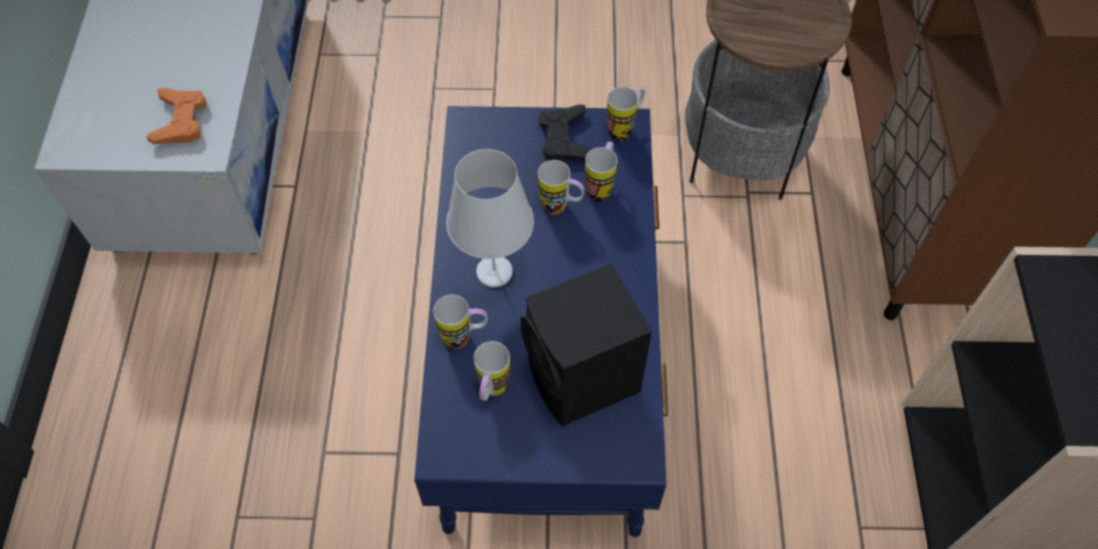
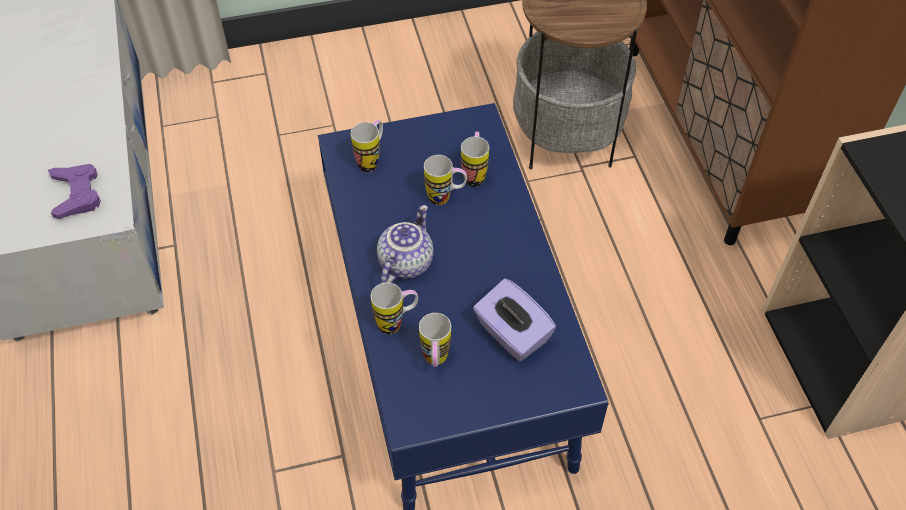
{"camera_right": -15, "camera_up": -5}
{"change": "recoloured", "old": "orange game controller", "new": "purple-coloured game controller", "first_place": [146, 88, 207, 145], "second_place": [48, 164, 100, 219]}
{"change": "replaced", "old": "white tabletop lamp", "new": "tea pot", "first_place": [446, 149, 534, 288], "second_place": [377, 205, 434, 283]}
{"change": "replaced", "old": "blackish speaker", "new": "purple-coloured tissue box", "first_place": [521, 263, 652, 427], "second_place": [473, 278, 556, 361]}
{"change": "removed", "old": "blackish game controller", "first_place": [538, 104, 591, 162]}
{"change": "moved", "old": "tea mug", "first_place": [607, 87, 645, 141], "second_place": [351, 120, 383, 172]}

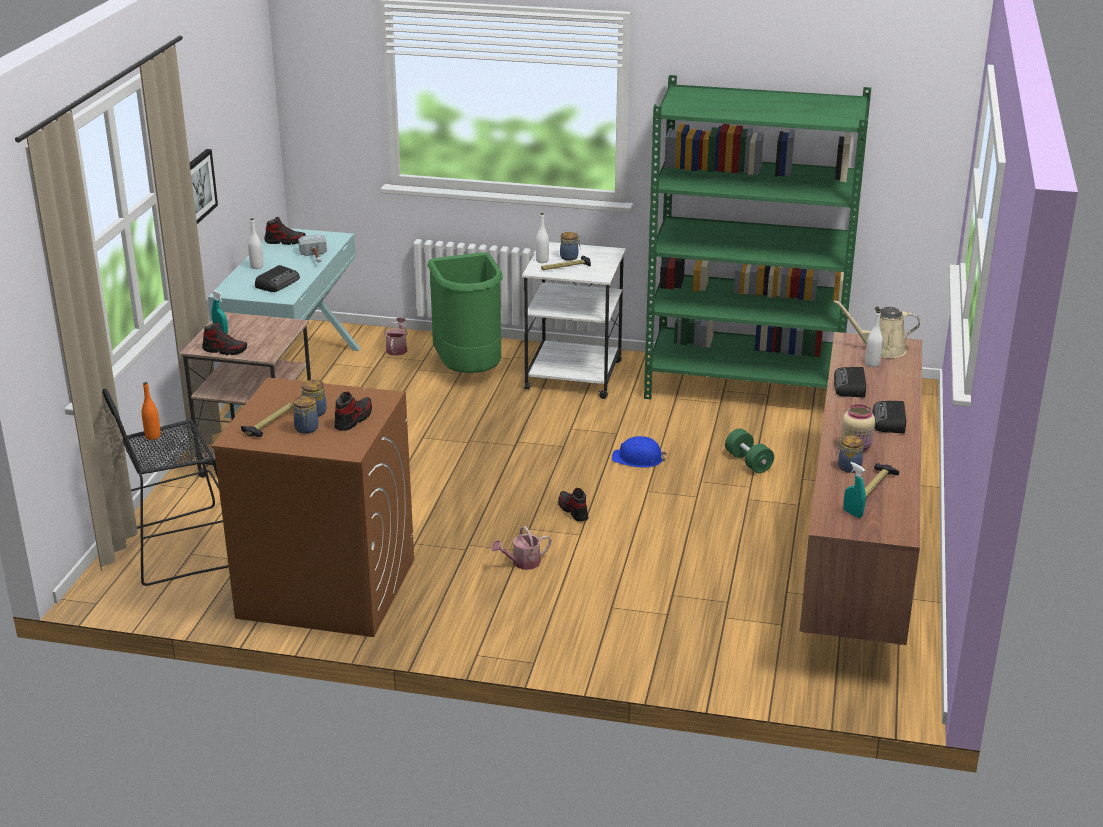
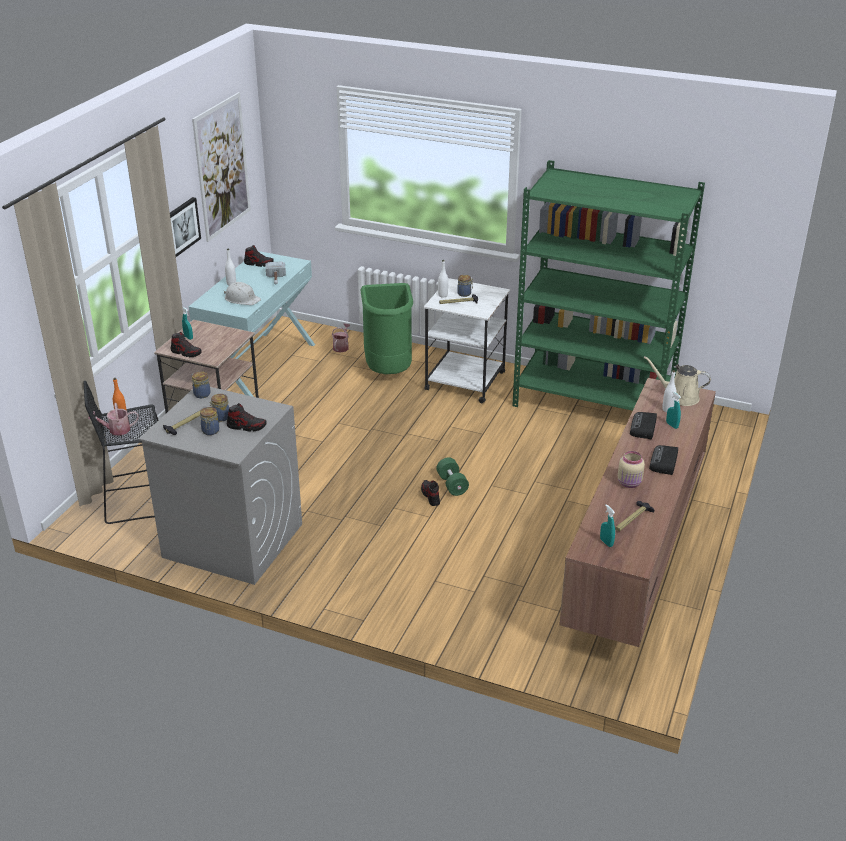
{"camera_right": 10, "camera_up": 5}
{"change": "recoloured", "old": "brownish washing machine", "new": "grey washing machine", "first_place": [211, 378, 414, 637], "second_place": [139, 387, 302, 585]}
{"change": "replaced", "old": "radio receiver", "new": "white safety helmet", "first_place": [255, 265, 300, 292], "second_place": [224, 282, 261, 305]}
{"change": "turned", "old": "item of footwear", "first_place": [334, 391, 372, 431], "second_place": [227, 403, 267, 432], "degrees": 60}
{"change": "moved", "old": "watering can", "first_place": [492, 526, 551, 570], "second_place": [88, 403, 139, 435]}
{"change": "removed", "old": "bluish safety helmet", "first_place": [612, 436, 667, 468]}
{"change": "moved", "old": "green dumbbell", "first_place": [725, 428, 774, 473], "second_place": [436, 457, 469, 496]}
{"change": "moved", "old": "storage jar", "first_place": [836, 435, 864, 473], "second_place": [192, 371, 211, 398]}
{"change": "added", "new": "picture", "second_place": [192, 92, 251, 242]}
{"change": "added", "new": "turquoise hand sprayer", "second_place": [666, 391, 681, 429]}

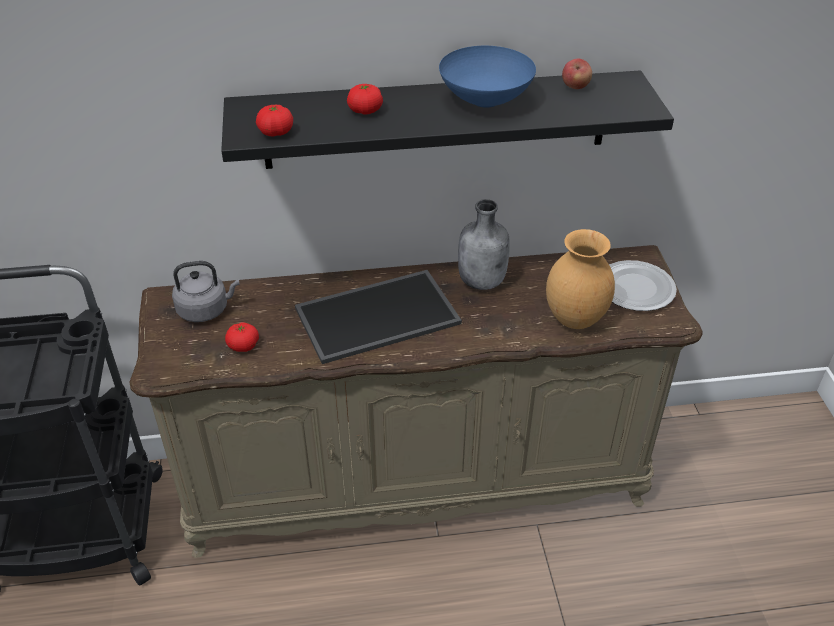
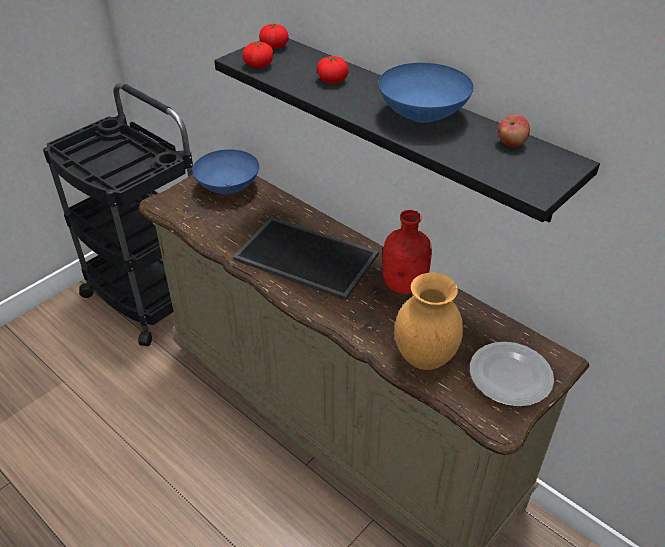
{"camera_right": 50, "camera_up": 0}
{"change": "replaced", "old": "grey water kettle", "new": "bluish serving bowl", "first_place": [172, 261, 240, 322], "second_place": [192, 149, 259, 194]}
{"change": "moved", "old": "whole tomato", "first_place": [225, 322, 259, 352], "second_place": [259, 24, 288, 49]}
{"change": "recoloured", "old": "grey bottle", "new": "red-coloured bottle", "first_place": [458, 199, 510, 290], "second_place": [382, 210, 432, 294]}

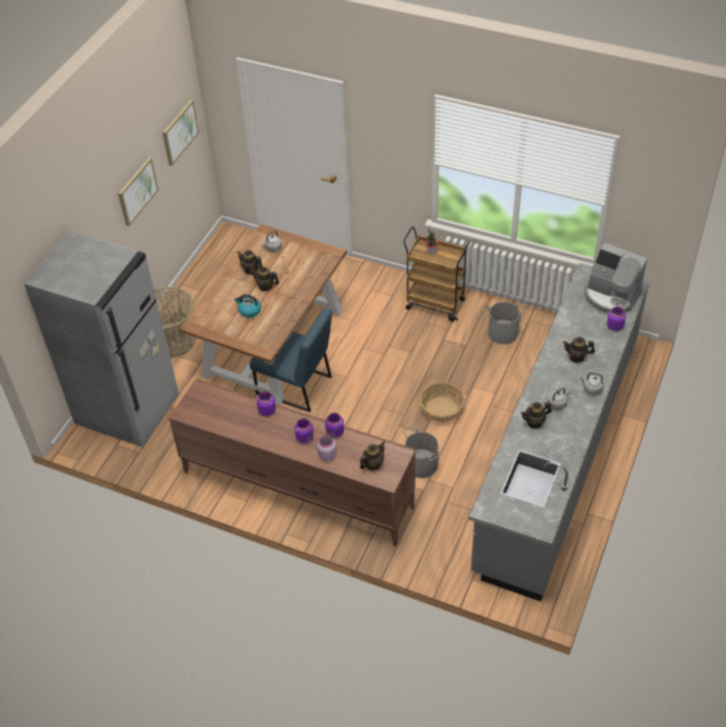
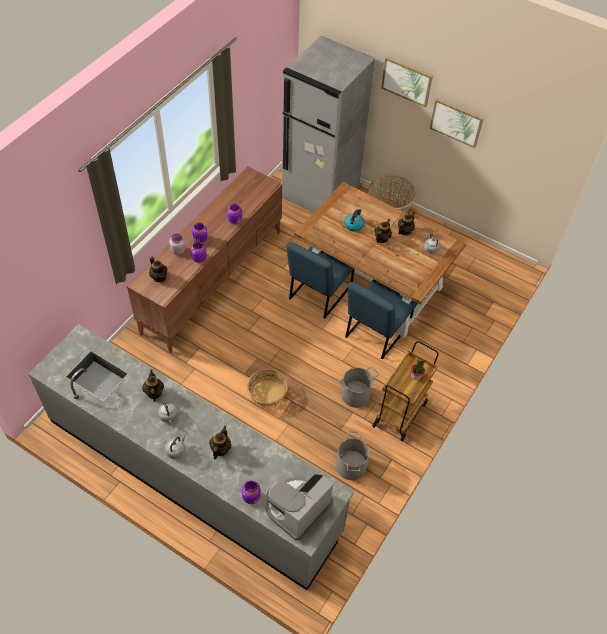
{"camera_right": 95, "camera_up": 5}
{"change": "moved", "old": "picture", "first_place": [162, 100, 199, 166], "second_place": [381, 57, 433, 107]}
{"change": "moved", "old": "grey water bucket", "first_place": [403, 425, 441, 478], "second_place": [338, 366, 379, 408]}
{"change": "added", "new": "bluish upright chair", "second_place": [345, 280, 418, 359]}

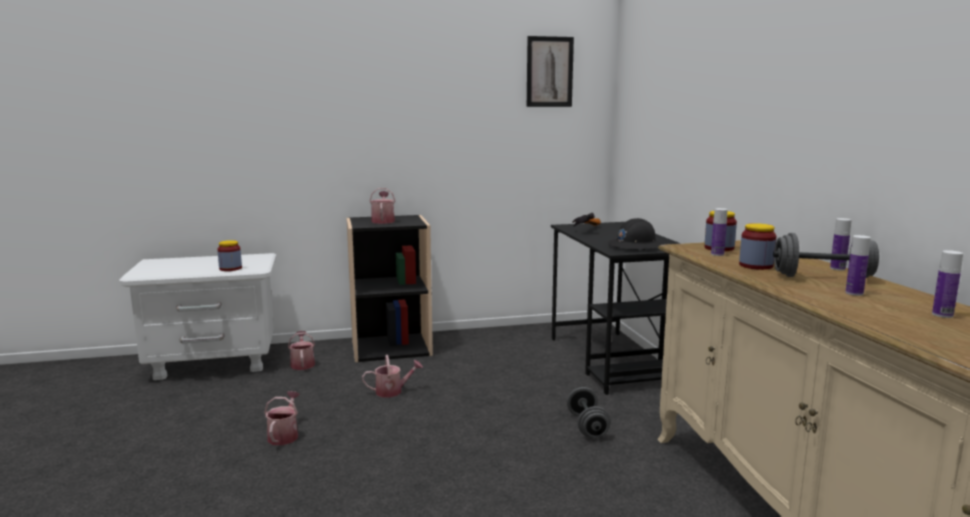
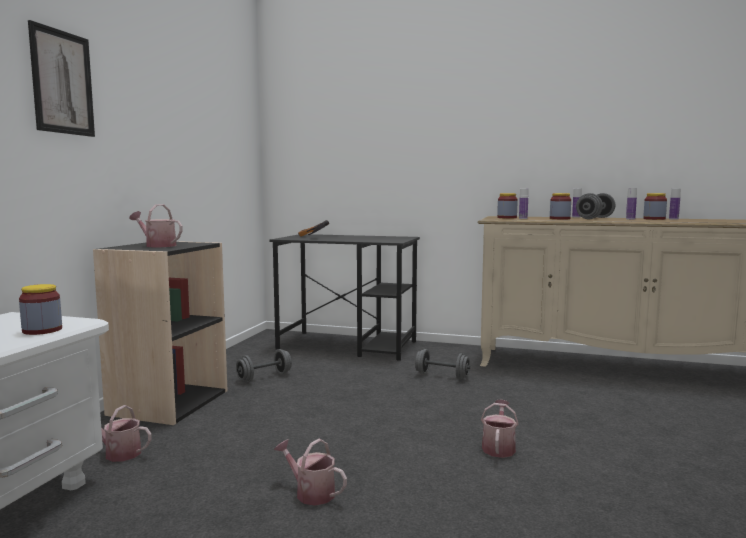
{"camera_right": -60, "camera_up": -5}
{"change": "moved", "old": "watering can", "first_place": [362, 355, 423, 398], "second_place": [481, 400, 519, 458]}
{"change": "moved", "old": "picture", "first_place": [527, 36, 574, 107], "second_place": [28, 20, 95, 137]}
{"change": "removed", "old": "blackish safety helmet", "first_place": [608, 218, 665, 250]}
{"change": "added", "new": "grey dumbbell", "second_place": [236, 349, 292, 382]}
{"change": "added", "new": "storage jar", "second_place": [643, 193, 667, 220]}

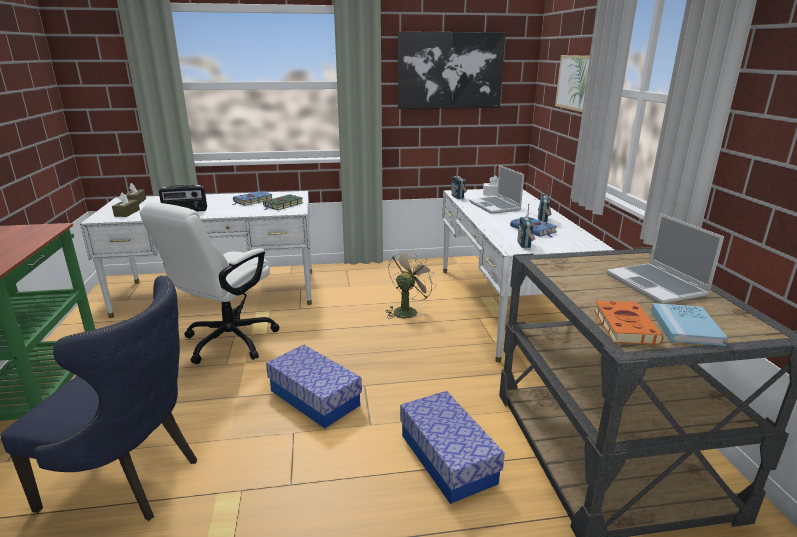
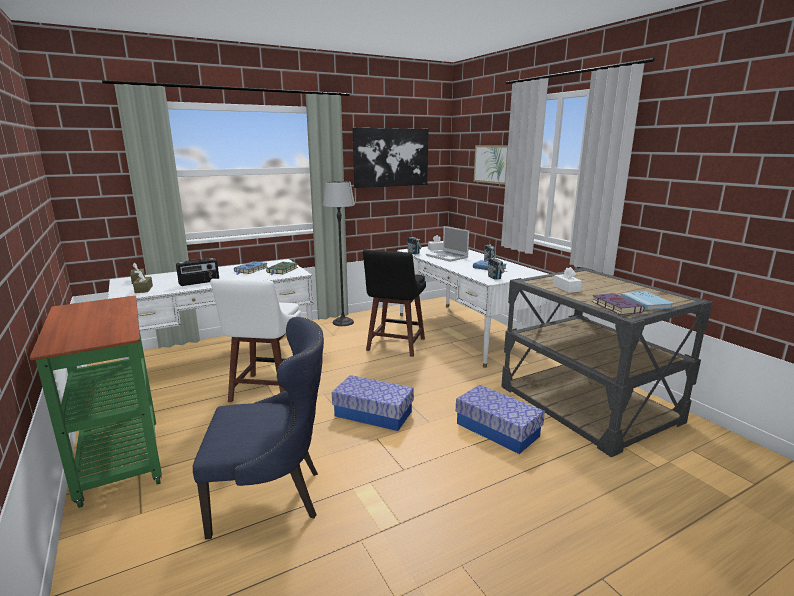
{"camera_right": -20, "camera_up": -5}
{"change": "replaced", "old": "white office chair", "new": "white stool", "first_place": [140, 202, 280, 364], "second_place": [210, 279, 301, 402]}
{"change": "replaced", "old": "beige-coloured electric fan", "new": "blackish stool", "first_place": [386, 250, 437, 319], "second_place": [363, 250, 426, 357]}
{"change": "recoloured", "old": "orange volume", "new": "purple-coloured volume", "first_place": [594, 301, 664, 345], "second_place": [592, 293, 645, 315]}
{"change": "removed", "old": "laptop", "first_place": [606, 213, 724, 304]}
{"change": "added", "new": "standing lamp", "second_place": [323, 181, 355, 326]}
{"change": "added", "new": "white tissue box", "second_place": [553, 267, 582, 293]}

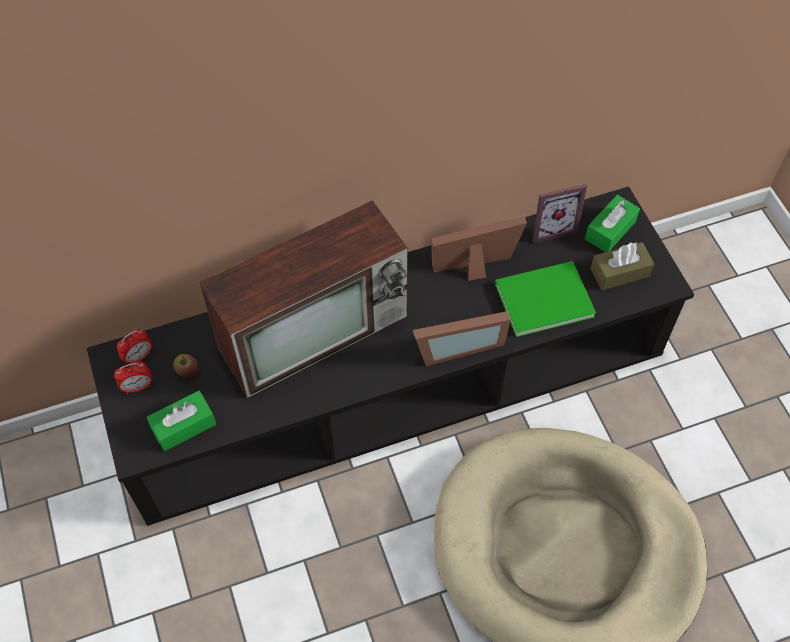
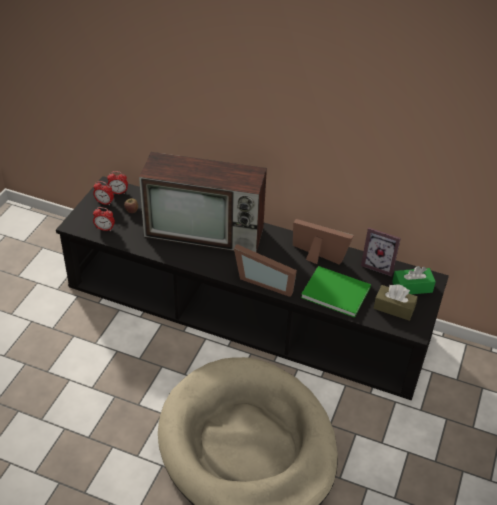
{"camera_right": 40, "camera_up": -15}
{"change": "replaced", "old": "green tissue box", "new": "alarm clock", "first_place": [147, 391, 216, 451], "second_place": [93, 207, 115, 231]}

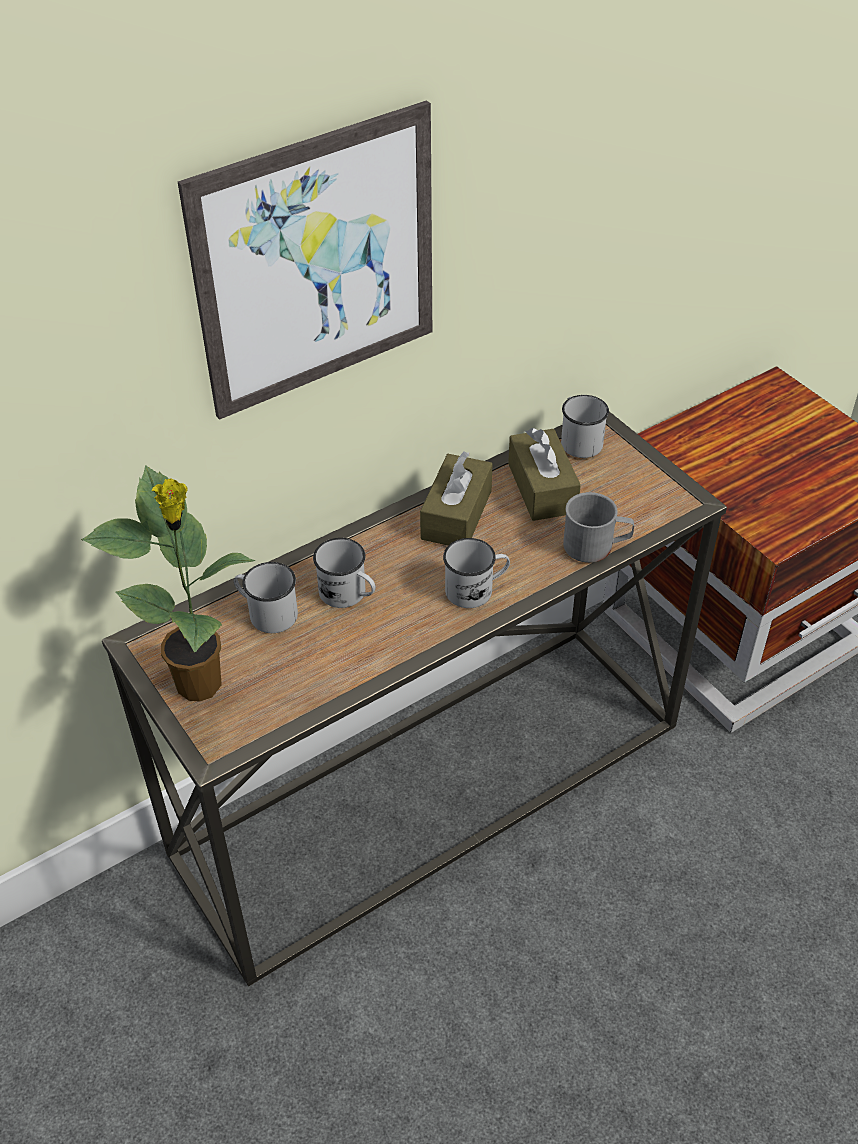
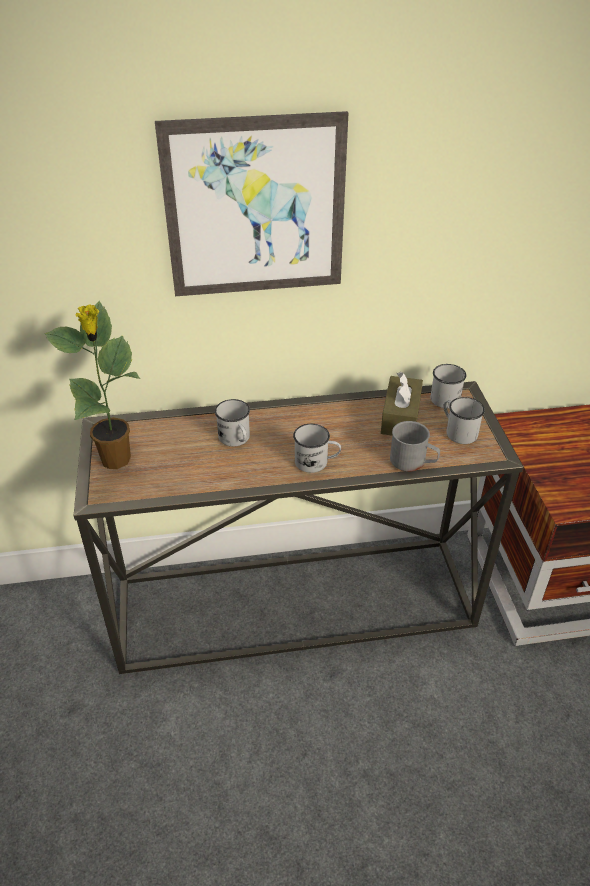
{"camera_right": 25, "camera_up": -5}
{"change": "moved", "old": "white tea mug", "first_place": [234, 562, 298, 633], "second_place": [443, 397, 485, 444]}
{"change": "removed", "old": "brownish tissue box", "first_place": [420, 451, 493, 545]}

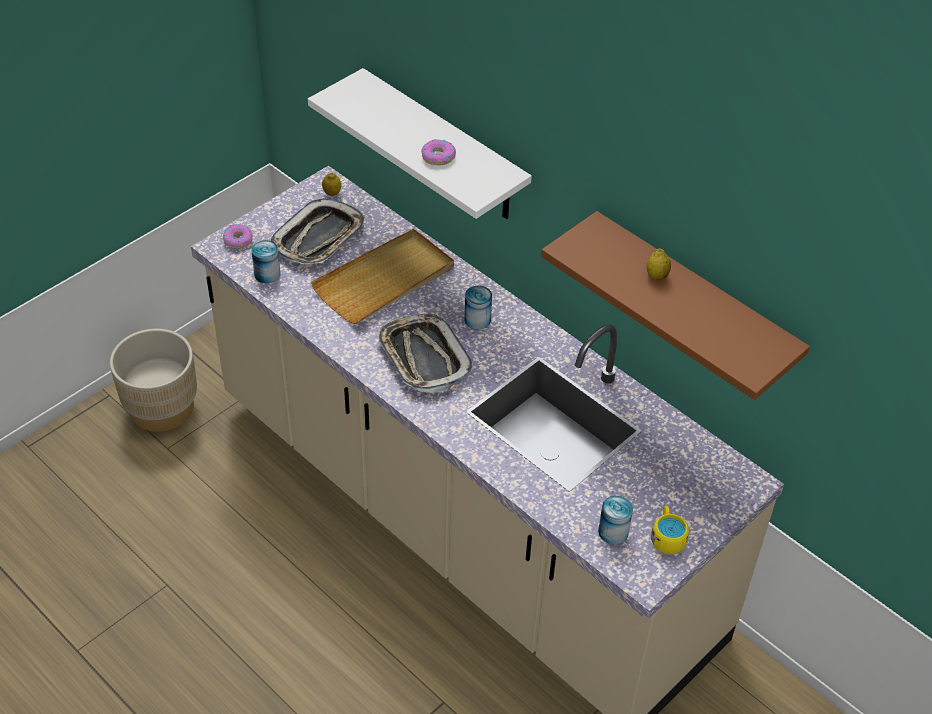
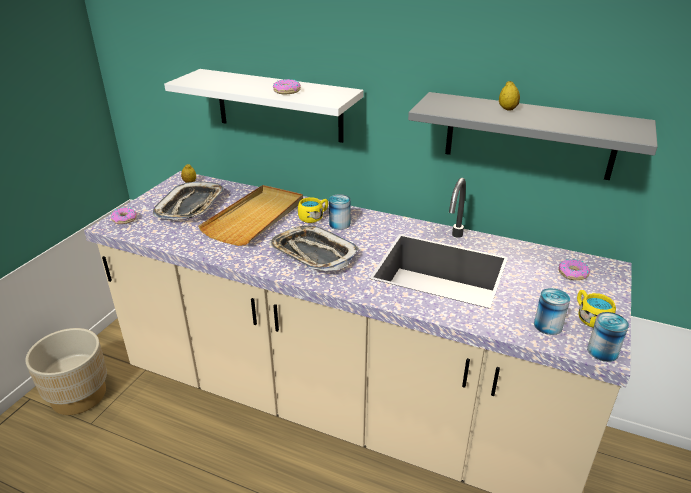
{"camera_right": -20, "camera_up": -15}
{"change": "moved", "old": "sealed can", "first_place": [251, 240, 280, 283], "second_place": [587, 312, 629, 362]}
{"change": "recoloured", "old": "brownish wall shelf", "new": "grey wall shelf", "first_place": [541, 211, 810, 400], "second_place": [408, 92, 658, 180]}
{"change": "added", "new": "yellowish tea mug", "second_place": [298, 197, 328, 223]}
{"change": "added", "new": "doughnut", "second_place": [558, 259, 590, 280]}

